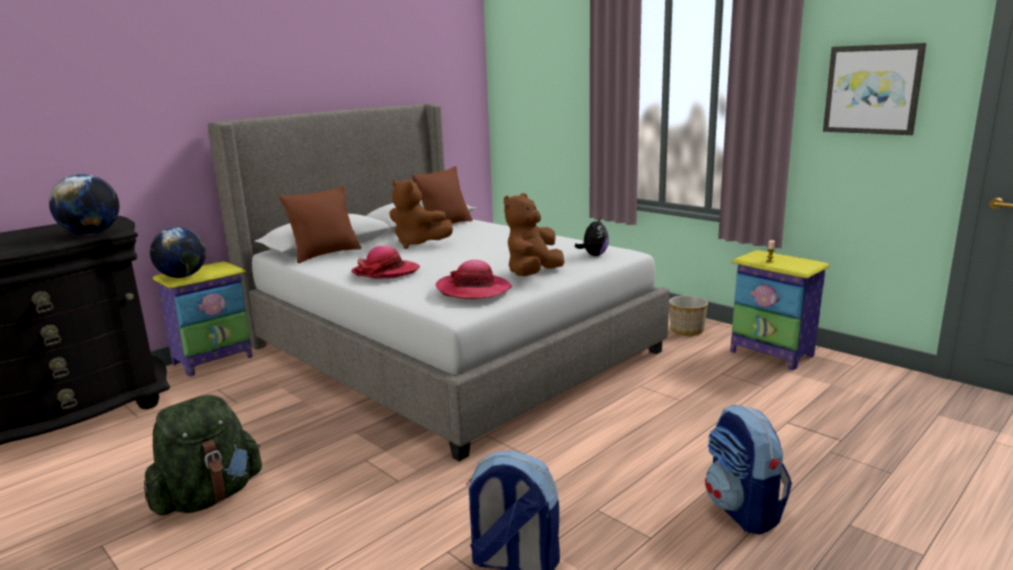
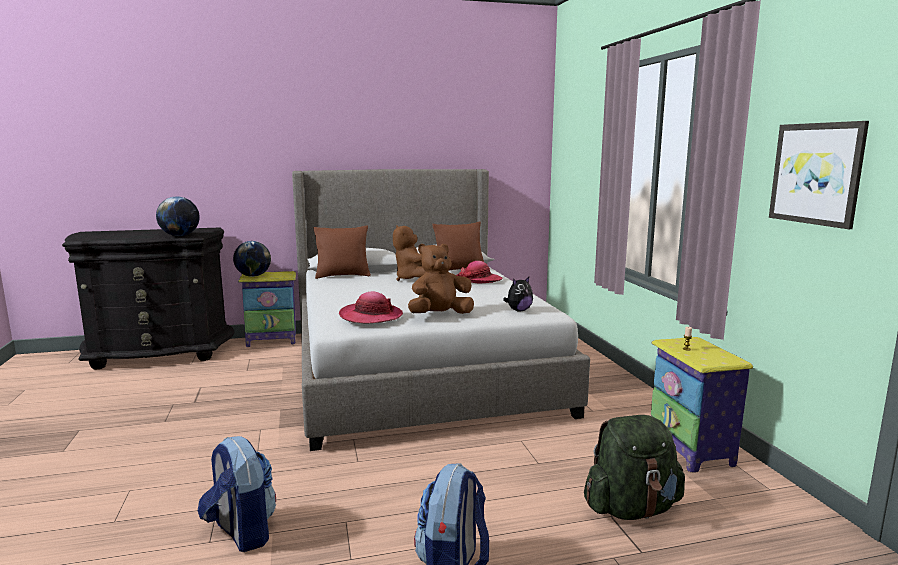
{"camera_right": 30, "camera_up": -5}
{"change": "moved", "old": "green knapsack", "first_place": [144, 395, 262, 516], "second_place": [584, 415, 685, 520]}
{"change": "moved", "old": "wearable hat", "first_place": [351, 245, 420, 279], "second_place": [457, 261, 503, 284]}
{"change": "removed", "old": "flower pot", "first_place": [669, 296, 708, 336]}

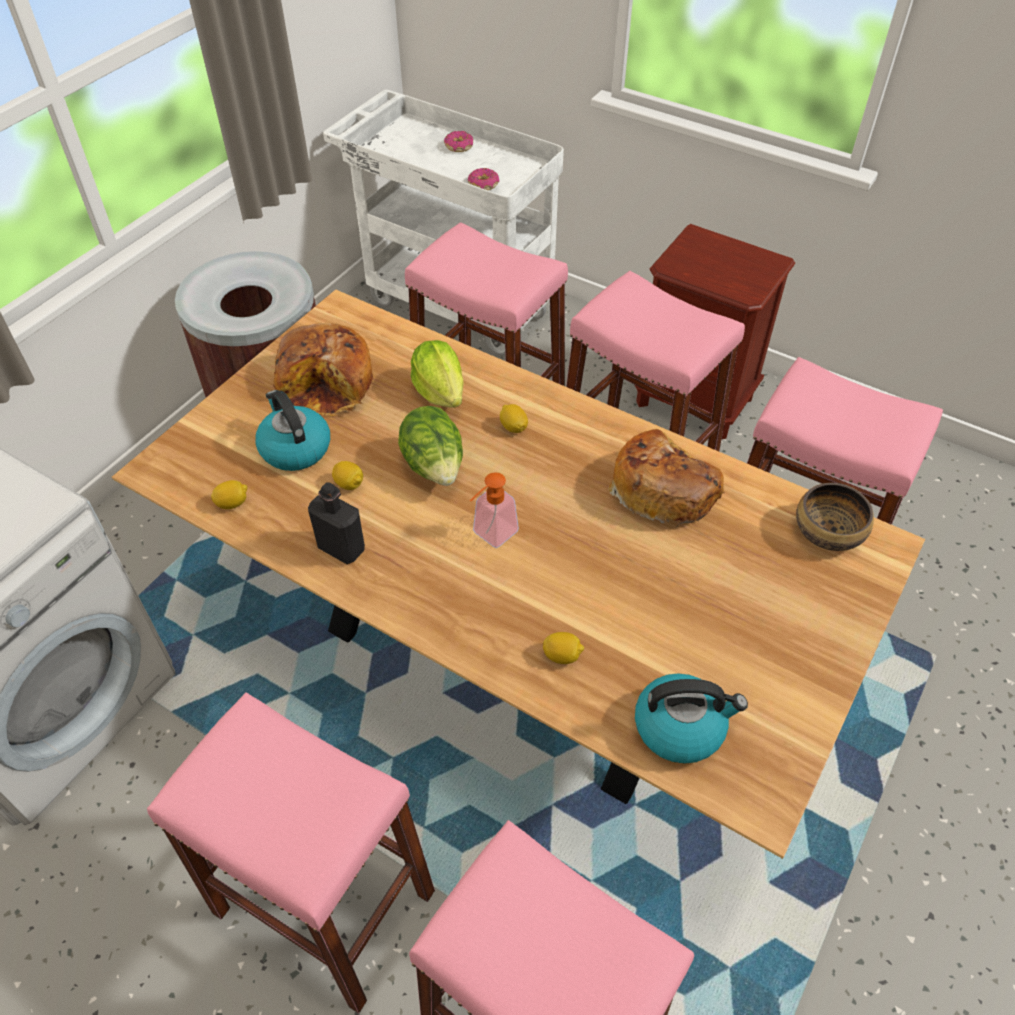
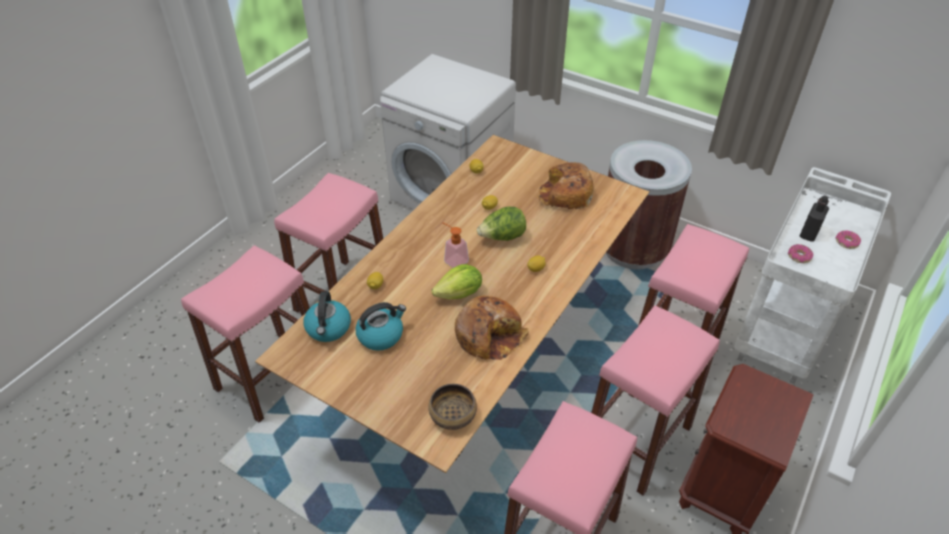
{"camera_right": 90, "camera_up": -5}
{"change": "moved", "old": "water kettle", "first_place": [255, 390, 330, 471], "second_place": [356, 302, 406, 351]}
{"change": "moved", "old": "blackish bottle", "first_place": [308, 482, 365, 564], "second_place": [800, 195, 829, 242]}
{"change": "moved", "old": "lettuce", "first_place": [411, 340, 464, 408], "second_place": [431, 264, 482, 300]}

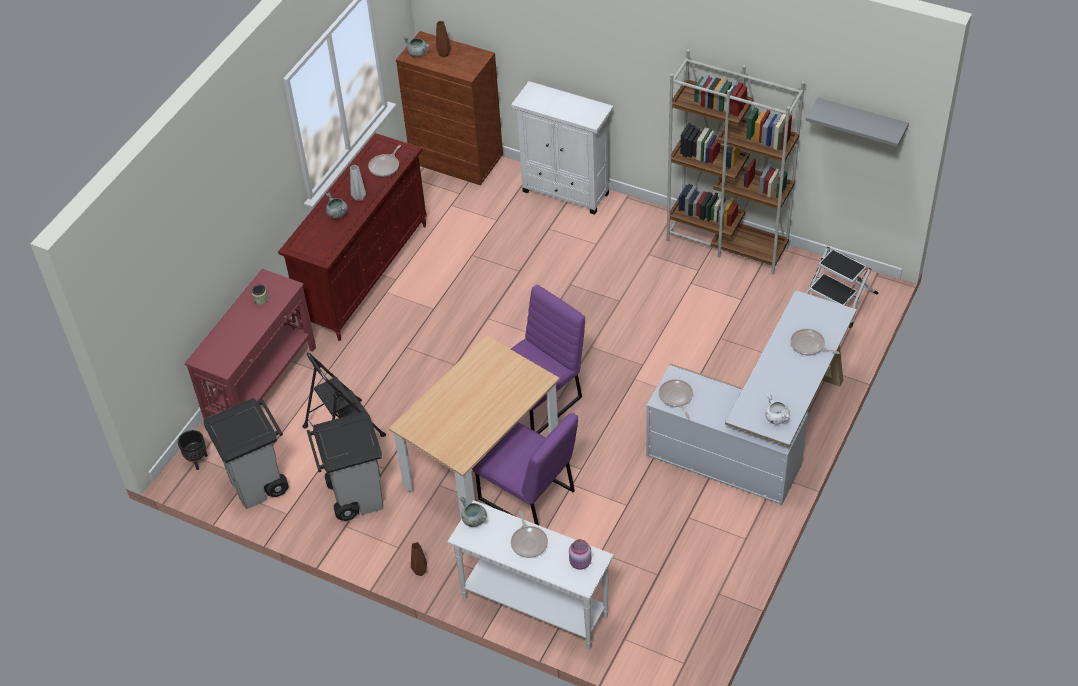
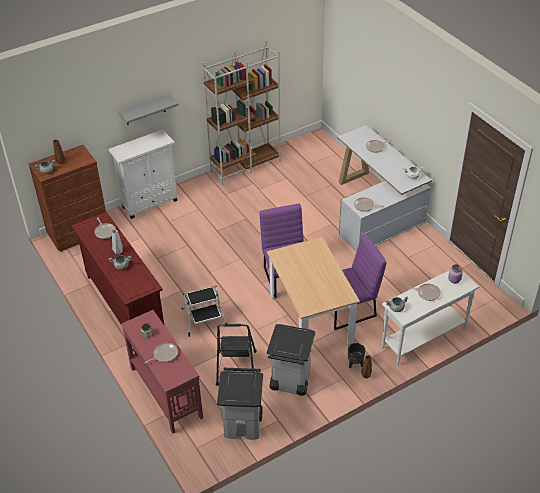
{"camera_right": -60, "camera_up": -5}
{"change": "moved", "old": "blackish flower pot", "first_place": [178, 430, 208, 470], "second_place": [348, 343, 365, 369]}
{"change": "moved", "old": "grey wall shelf", "first_place": [806, 98, 909, 147], "second_place": [118, 94, 179, 125]}
{"change": "moved", "old": "step ladder", "first_place": [806, 247, 878, 328], "second_place": [181, 286, 228, 337]}
{"change": "added", "new": "frying pan", "second_place": [144, 343, 178, 364]}

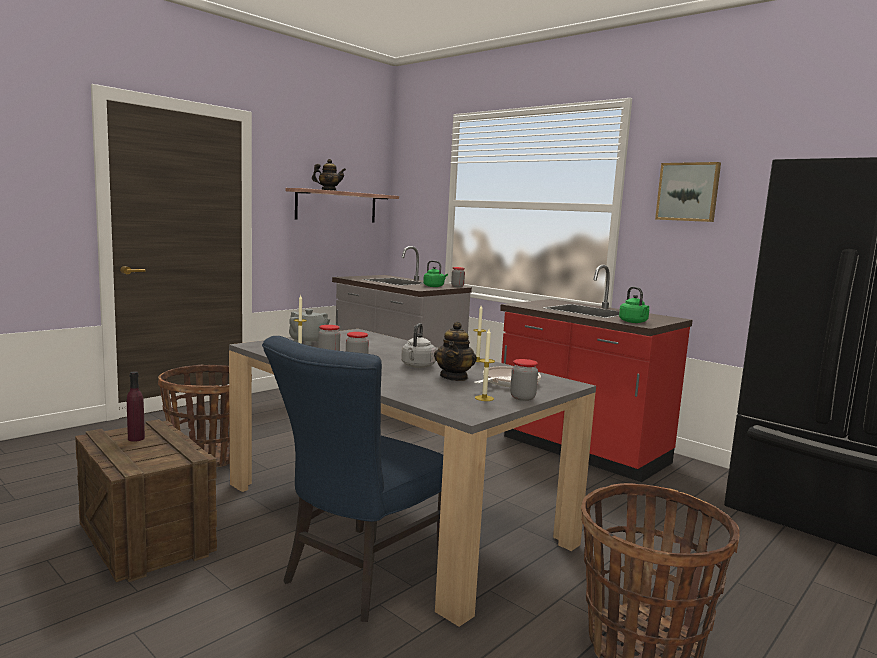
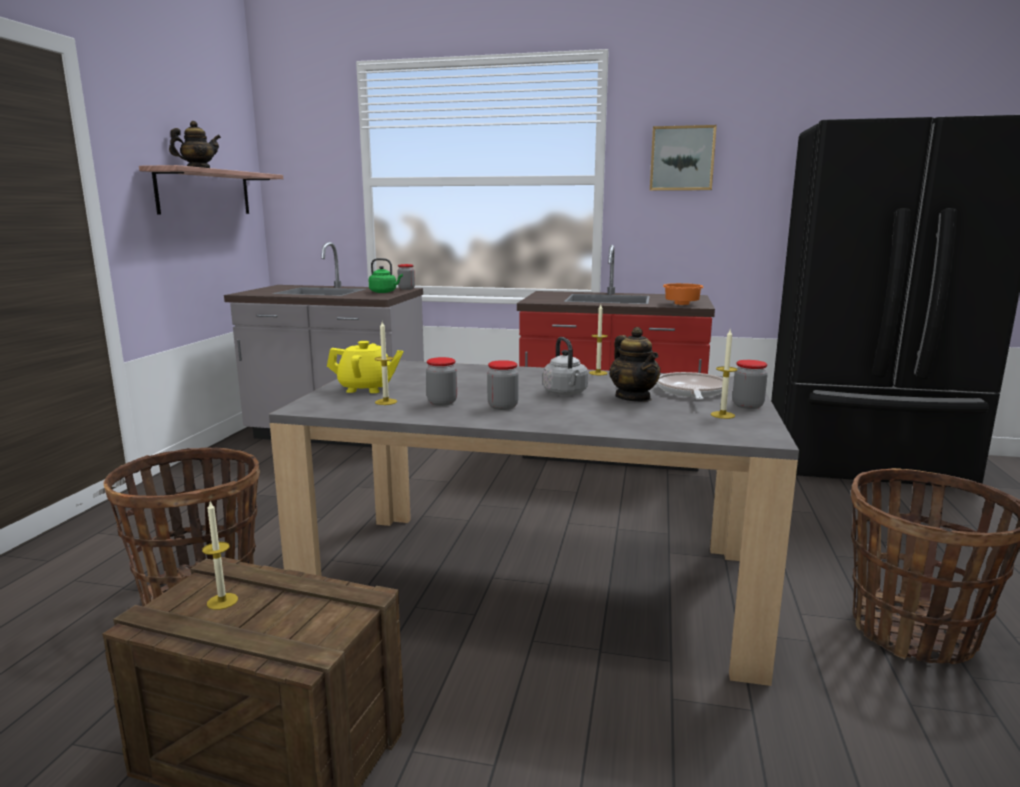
{"camera_right": -30, "camera_up": 5}
{"change": "replaced", "old": "purple-coloured bottle", "new": "wax light", "first_place": [127, 371, 145, 442], "second_place": [202, 502, 238, 610]}
{"change": "removed", "old": "bluish upright chair", "first_place": [262, 336, 443, 622]}
{"change": "recoloured", "old": "grey tea pot", "new": "yellowish tea pot", "first_place": [289, 309, 330, 345], "second_place": [327, 341, 404, 393]}
{"change": "replaced", "old": "green water kettle", "new": "orange serving bowl", "first_place": [619, 287, 649, 323], "second_place": [663, 283, 704, 305]}

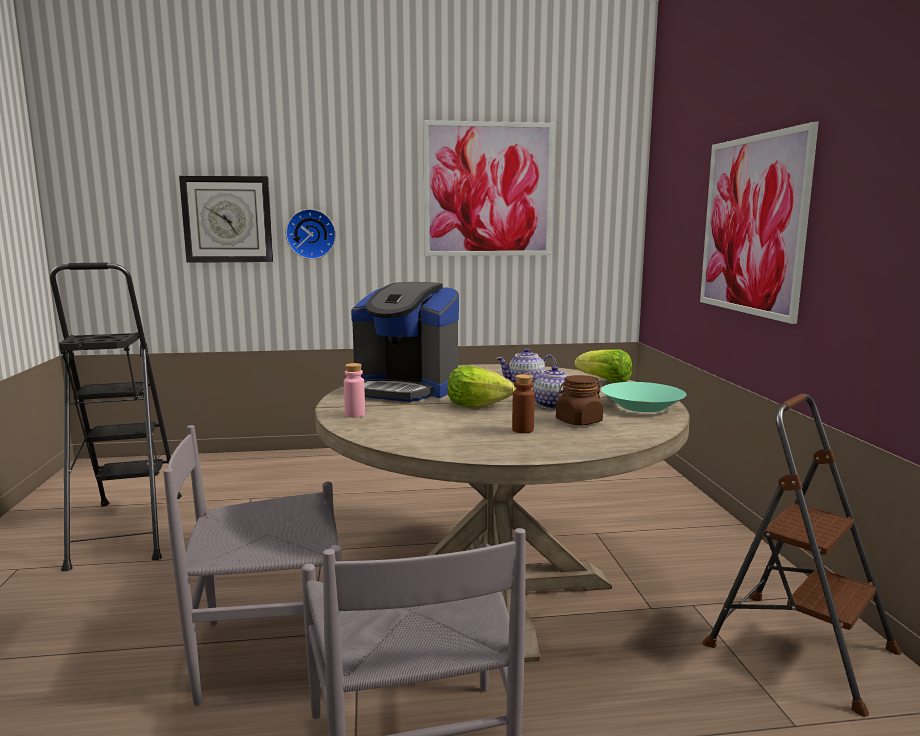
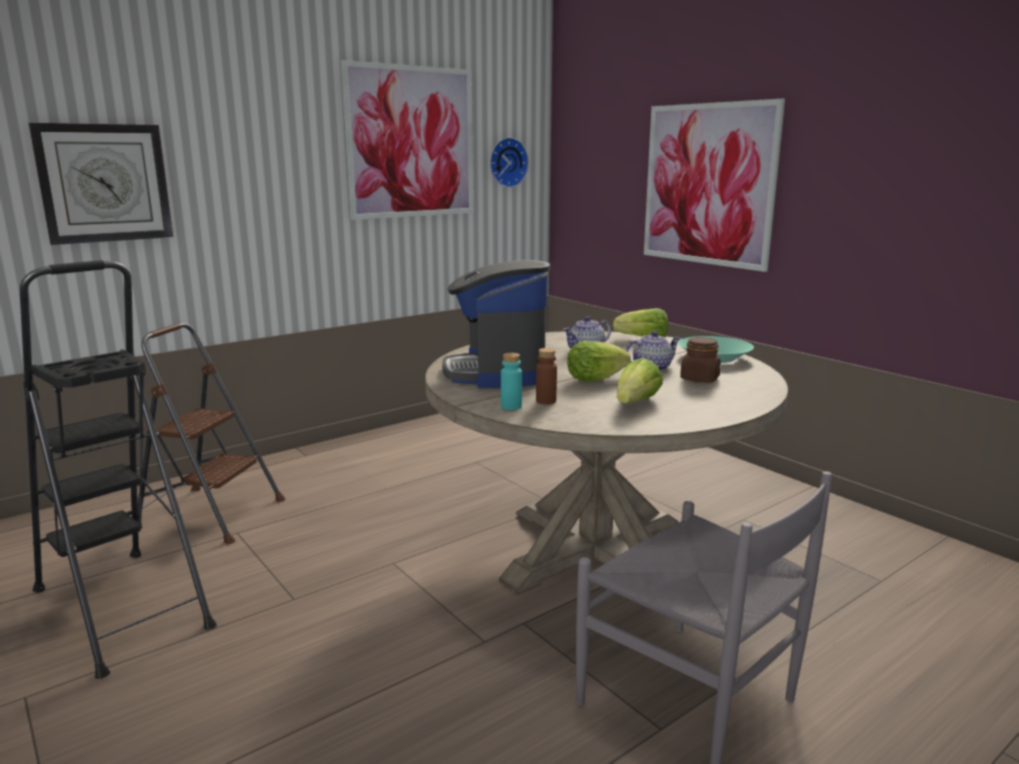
{"camera_right": -30, "camera_up": 5}
{"change": "removed", "old": "grey upright chair", "first_place": [163, 425, 342, 706]}
{"change": "moved", "old": "hanging clock", "first_place": [286, 209, 336, 259], "second_place": [490, 137, 529, 188]}
{"change": "recoloured", "old": "pink bottle", "new": "turquoise bottle", "first_place": [344, 363, 365, 418], "second_place": [501, 353, 522, 410]}
{"change": "turned", "old": "coffee maker", "first_place": [351, 282, 459, 402], "second_place": [442, 260, 550, 388], "degrees": 90}
{"change": "moved", "old": "brownish bottle", "first_place": [512, 374, 535, 433], "second_place": [536, 348, 557, 404]}
{"change": "moved", "old": "brownish step ladder", "first_place": [702, 394, 902, 717], "second_place": [138, 323, 286, 544]}
{"change": "added", "new": "lettuce", "second_place": [617, 358, 663, 404]}

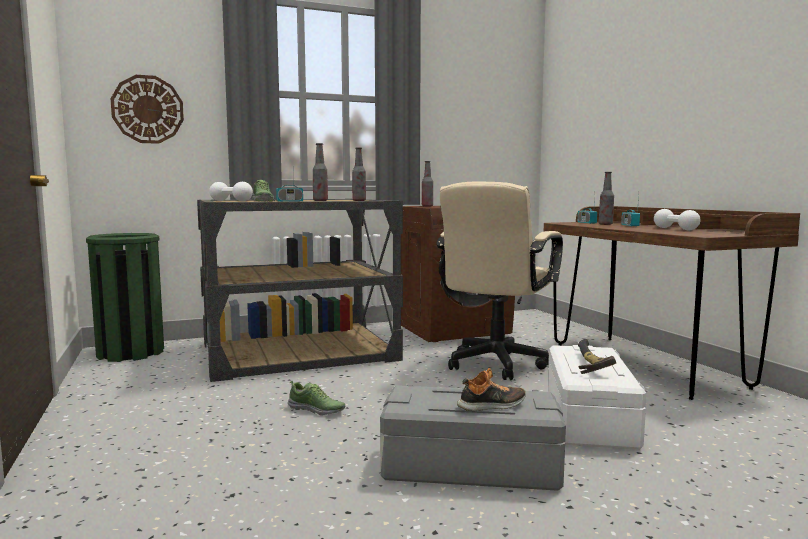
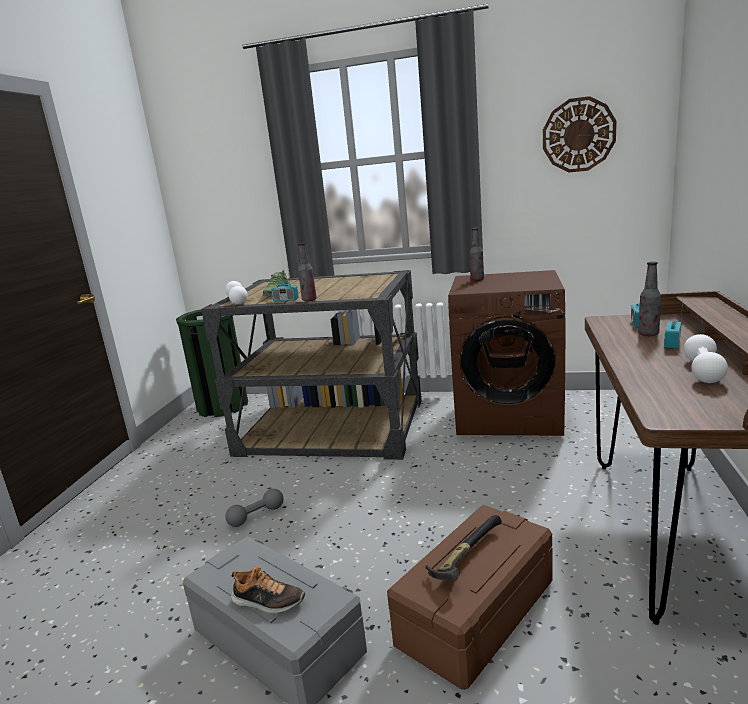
{"camera_right": 35, "camera_up": 10}
{"change": "moved", "old": "hanging clock", "first_place": [110, 75, 184, 144], "second_place": [543, 96, 617, 172]}
{"change": "replaced", "old": "item of footwear", "new": "grey dumbbell", "first_place": [288, 380, 345, 415], "second_place": [225, 489, 284, 527]}
{"change": "removed", "old": "bottle", "first_place": [352, 147, 366, 201]}
{"change": "removed", "old": "beige-coloured office chair", "first_place": [436, 182, 563, 380]}
{"change": "recoloured", "old": "white storage box", "new": "brownish storage box", "first_place": [548, 345, 646, 450], "second_place": [387, 505, 553, 690]}

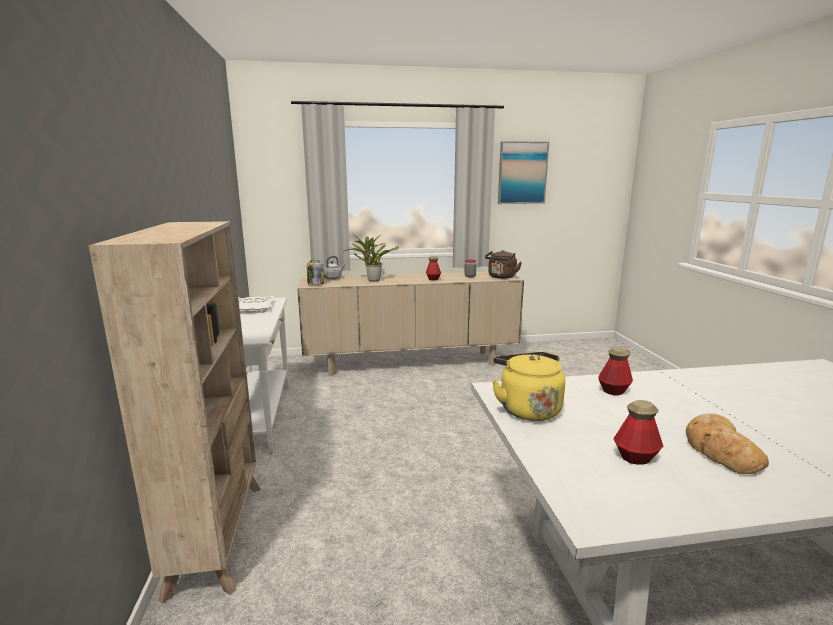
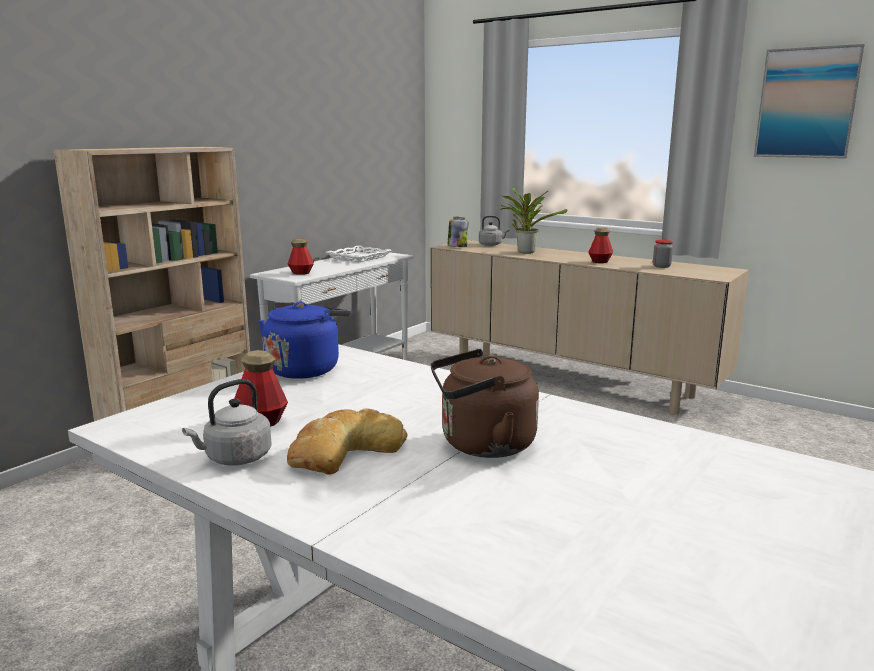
{"camera_right": 45, "camera_up": 0}
{"change": "moved", "old": "brownish water kettle", "first_place": [485, 250, 522, 279], "second_place": [431, 349, 539, 458]}
{"change": "recoloured", "old": "yellowish water kettle", "new": "bluish water kettle", "first_place": [492, 352, 565, 421], "second_place": [258, 301, 350, 379]}
{"change": "moved", "old": "bottle", "first_place": [598, 346, 633, 395], "second_place": [288, 238, 314, 275]}
{"change": "added", "new": "grey water kettle", "second_place": [182, 379, 272, 466]}

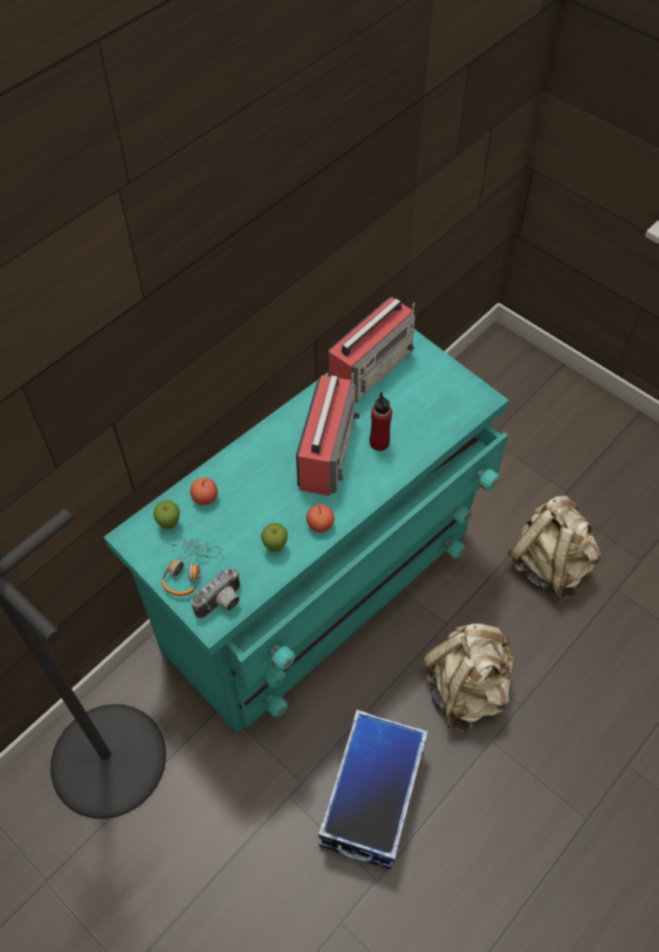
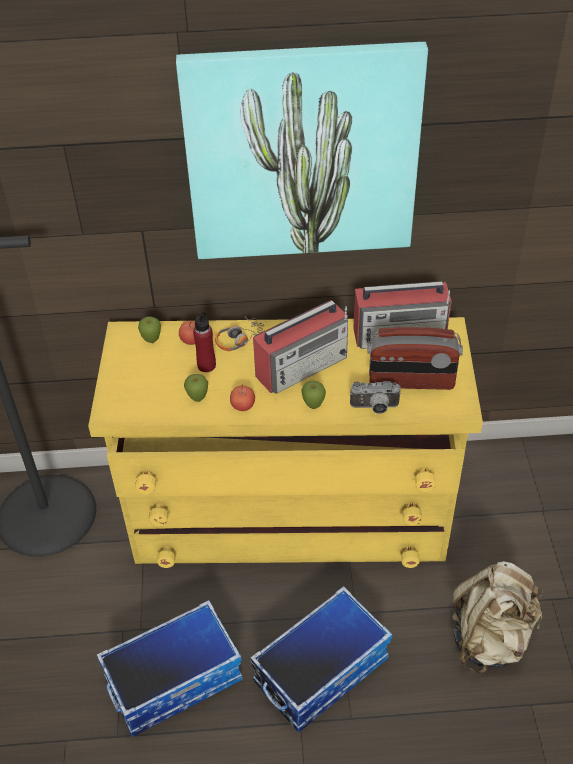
{"camera_right": 45, "camera_up": -10}
{"change": "recoloured", "old": "turquoise chest of drawers", "new": "yellowish chest of drawers", "first_place": [104, 329, 509, 733], "second_place": [88, 317, 483, 568]}
{"change": "moved", "old": "headset", "first_place": [162, 538, 221, 596], "second_place": [215, 316, 264, 351]}
{"change": "moved", "old": "still camera", "first_place": [191, 568, 240, 619], "second_place": [350, 381, 401, 414]}
{"change": "moved", "old": "red-coloured bottle", "first_place": [370, 392, 392, 451], "second_place": [193, 311, 216, 372]}
{"change": "replaced", "old": "beige-coloured knapsack", "new": "storage box", "first_place": [423, 623, 515, 732], "second_place": [250, 586, 392, 733]}
{"change": "added", "new": "picture", "second_place": [176, 42, 428, 259]}
{"change": "added", "new": "whole apple", "second_place": [301, 381, 326, 409]}
{"change": "added", "new": "radio receiver", "second_place": [367, 327, 463, 390]}

